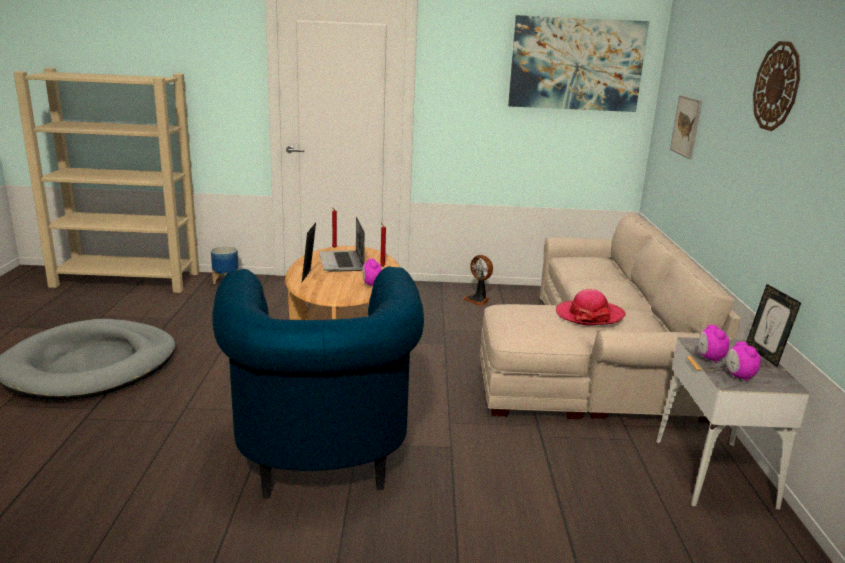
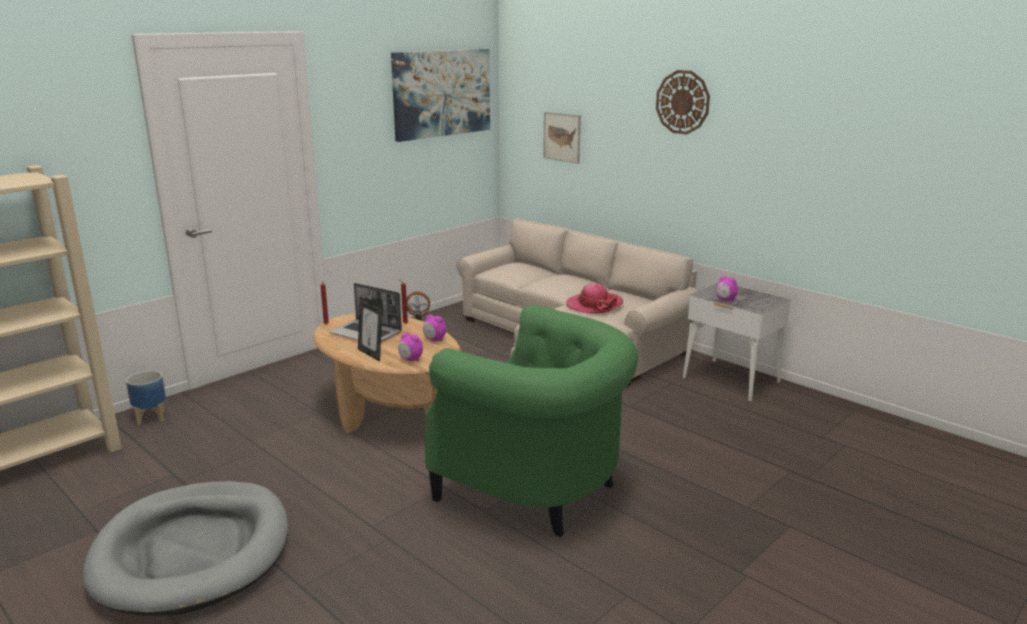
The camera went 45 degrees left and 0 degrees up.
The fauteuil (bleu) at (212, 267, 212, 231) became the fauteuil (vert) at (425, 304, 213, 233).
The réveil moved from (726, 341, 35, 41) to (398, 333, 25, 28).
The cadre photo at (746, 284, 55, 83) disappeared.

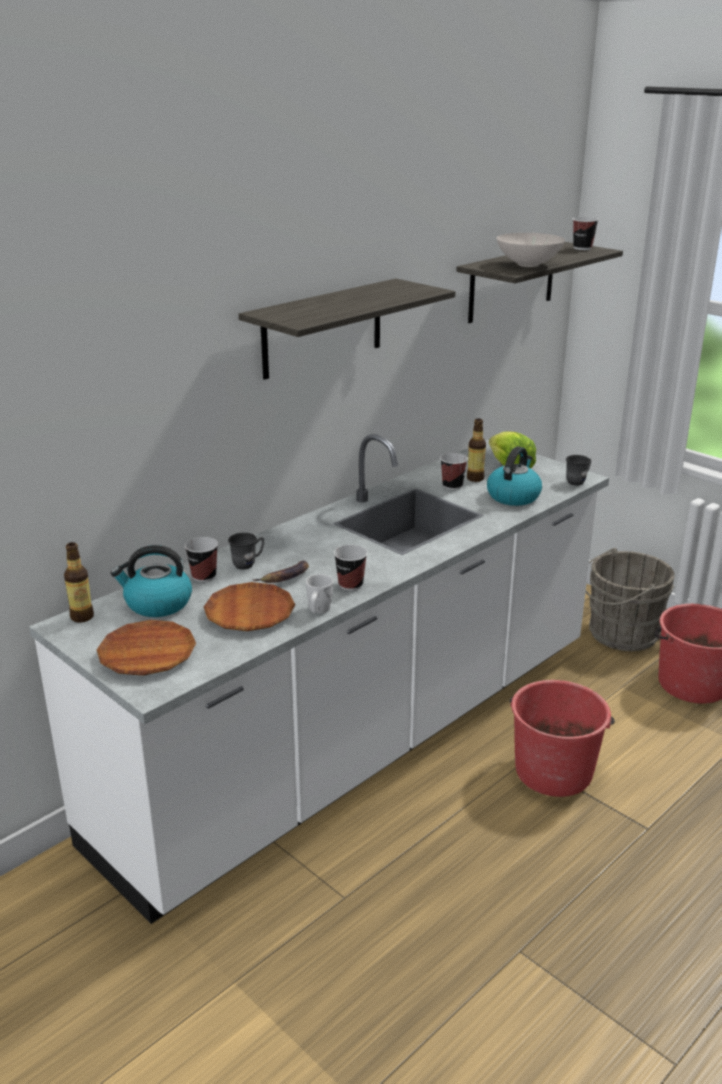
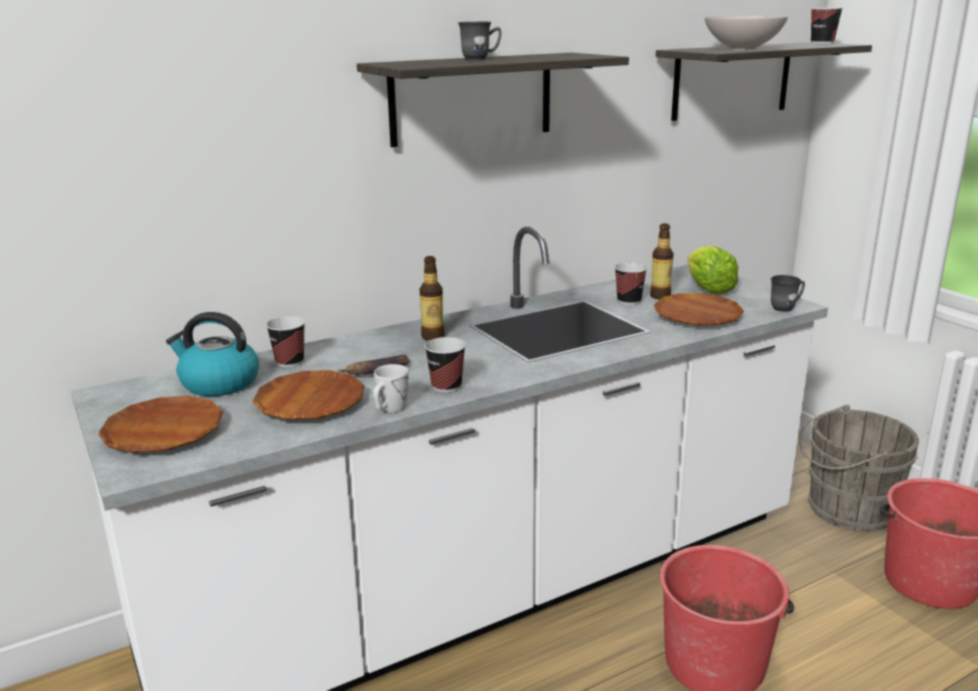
The camera went 15 degrees right and 5 degrees down.
The bouteille moved from (64, 542, 30, 81) to (420, 256, 25, 85).
The mug (gris) moved from (228, 533, 36, 37) to (458, 22, 44, 38).
The bouilloire at (487, 446, 55, 60) was replaced by the assiette (marron) at (654, 293, 90, 33).

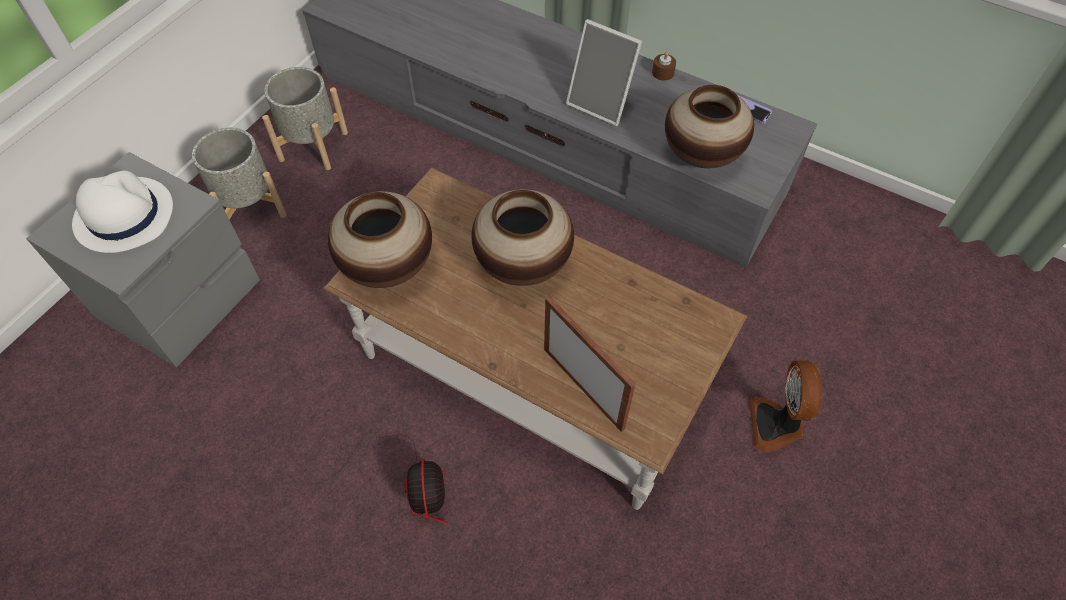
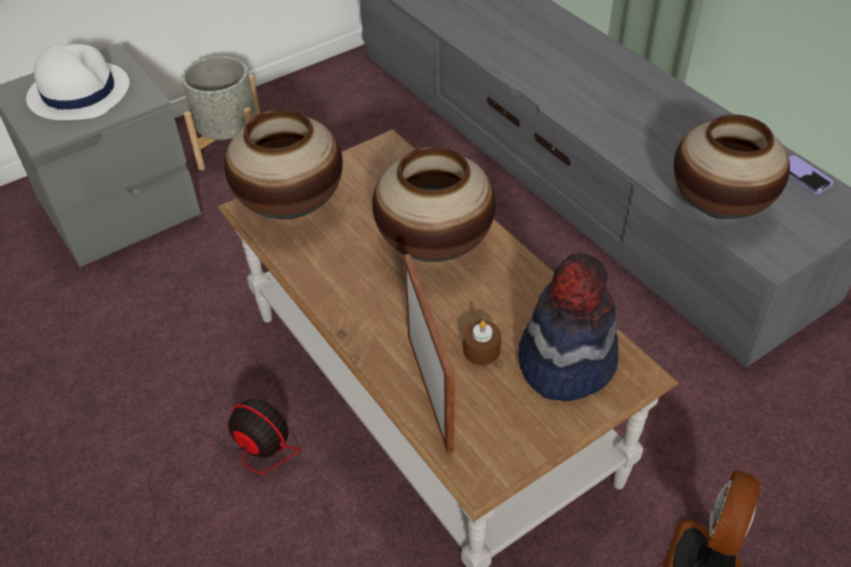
The camera went 25 degrees right and 10 degrees down.
The cache-pot (gris) at (262, 67, 86, 103) disappeared.
The ventilateur at (307, 435, 141, 88) turned 75 degrees counterclockwise.
The cadre photo at (566, 19, 76, 107) disappeared.
The bougie (marron) moved from (652, 51, 24, 30) to (463, 320, 38, 45).
The chapeau at (518, 253, 100, 148) appeared.

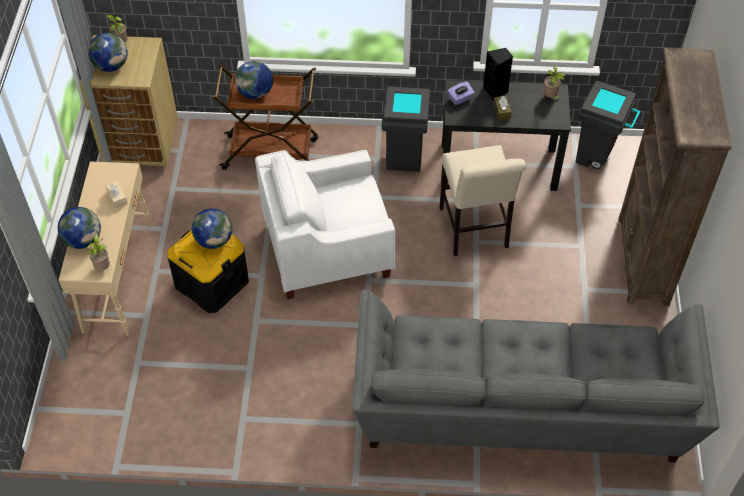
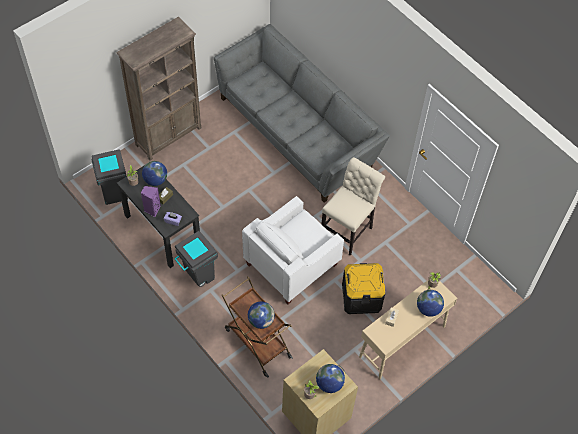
The camera went 135 degrees left and 5 degrees up.
The globe moved from (192, 208, 40, 41) to (142, 161, 25, 25).
The fauteuil (blanc) at (255, 150, 141, 149) turned 105 degrees clockwise.
The tabouret (beige) moved from (439, 145, 87, 111) to (322, 157, 63, 98).
The enceinte (noir) at (483, 48, 30, 53) became the enceinte (violet) at (141, 186, 20, 31).

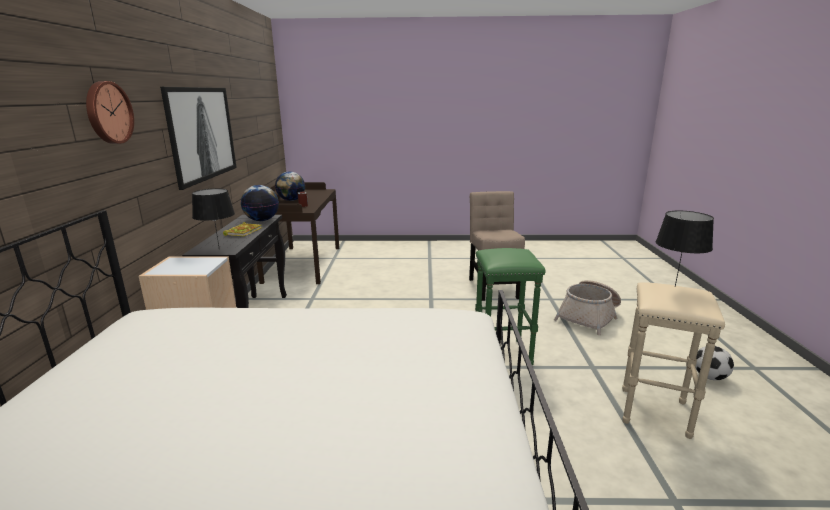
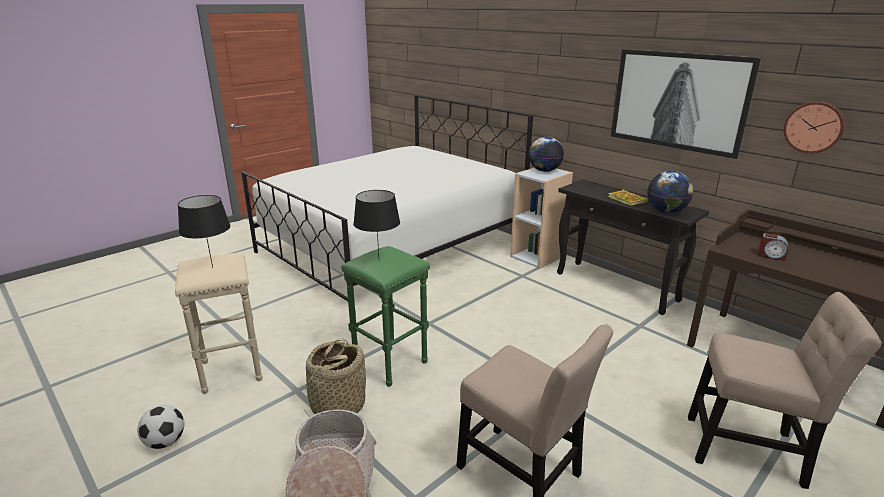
The camera went 135 degrees right and 5 degrees up.
The horloge murale moved from (86, 81, 48, 63) to (784, 101, 61, 53).
The lampe de table (noir) moved from (192, 188, 43, 58) to (353, 190, 47, 67).
The globe moved from (275, 171, 30, 30) to (529, 137, 35, 35).
The panier at (305, 338, 61, 79) appeared.
The chaise (beige) at (688, 292, 194, 197) appeared.

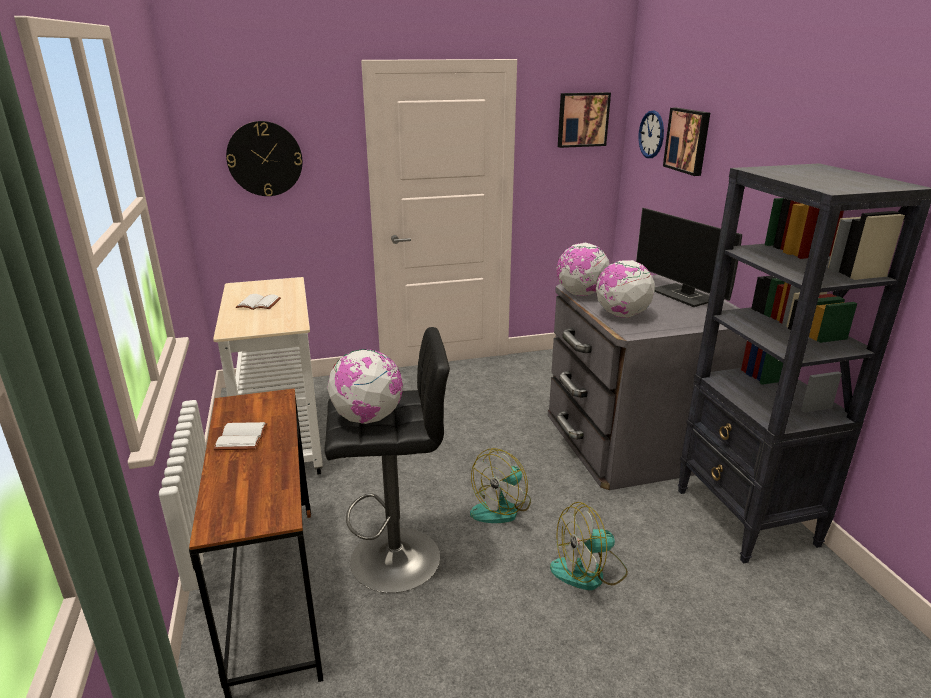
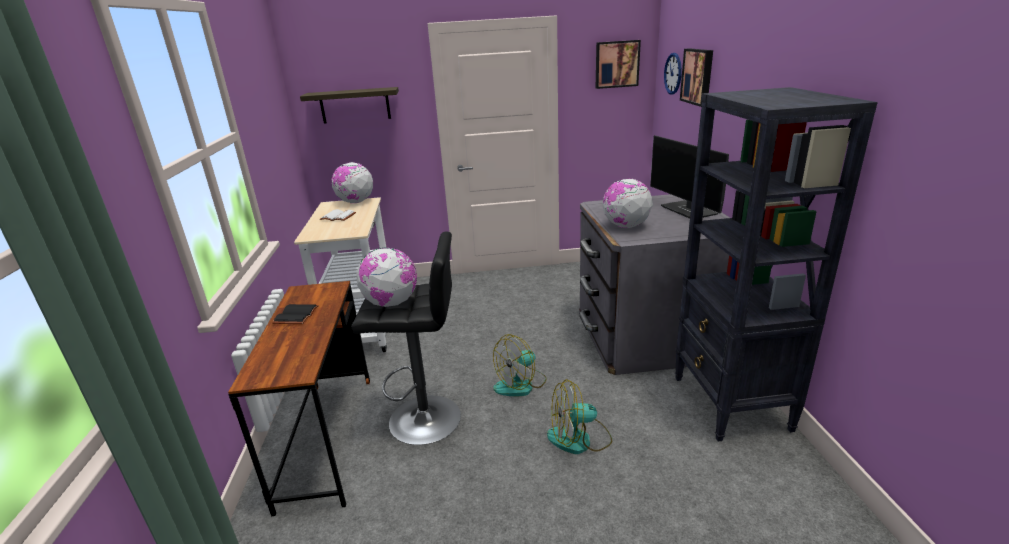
The camera went 10 degrees right and 0 degrees up.
The livre (blanc) at (213, 422, 55, 28) became the livre (noir) at (272, 304, 47, 20).
The horloge murale at (226, 121, 76, 75) was replaced by the étagère at (300, 87, 99, 37).
The globe moved from (556, 243, 54, 53) to (331, 162, 42, 41).

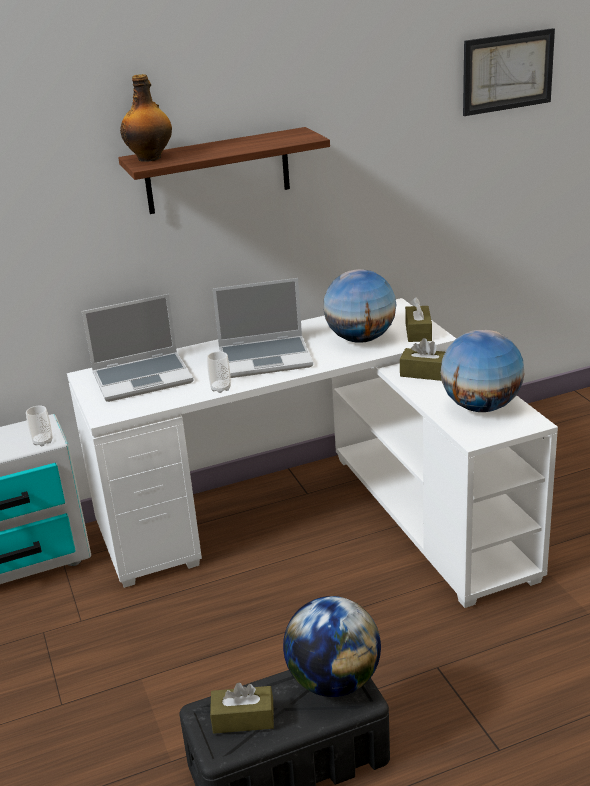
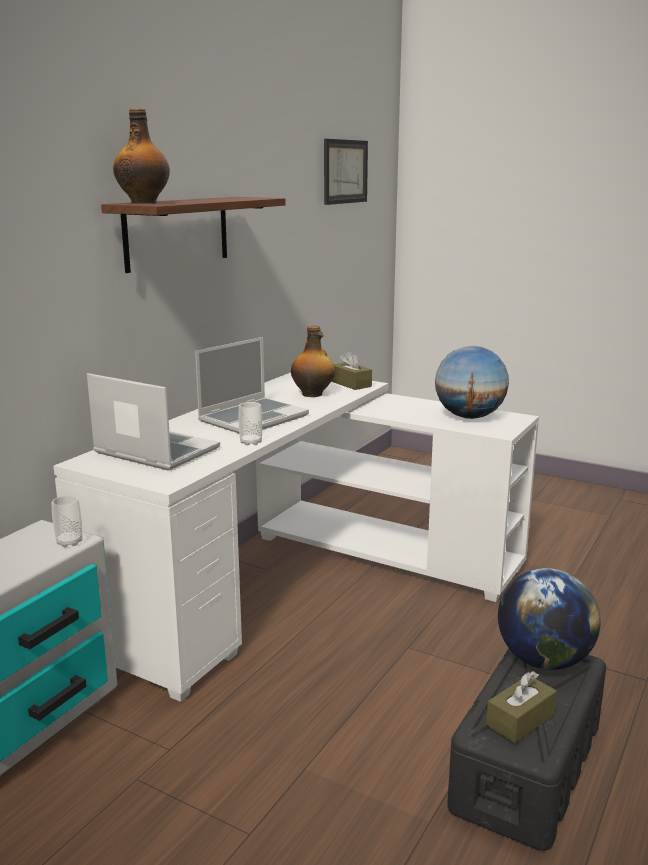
The camera went 40 degrees left and 10 degrees down.
The ordinateur portable at (82, 294, 111, 108) turned 90 degrees counterclockwise.
The globe at (323, 269, 73, 74) was replaced by the bouteille at (291, 325, 44, 72).
The boîte à mouchoirs (marron) at (400, 338, 45, 43) disappeared.

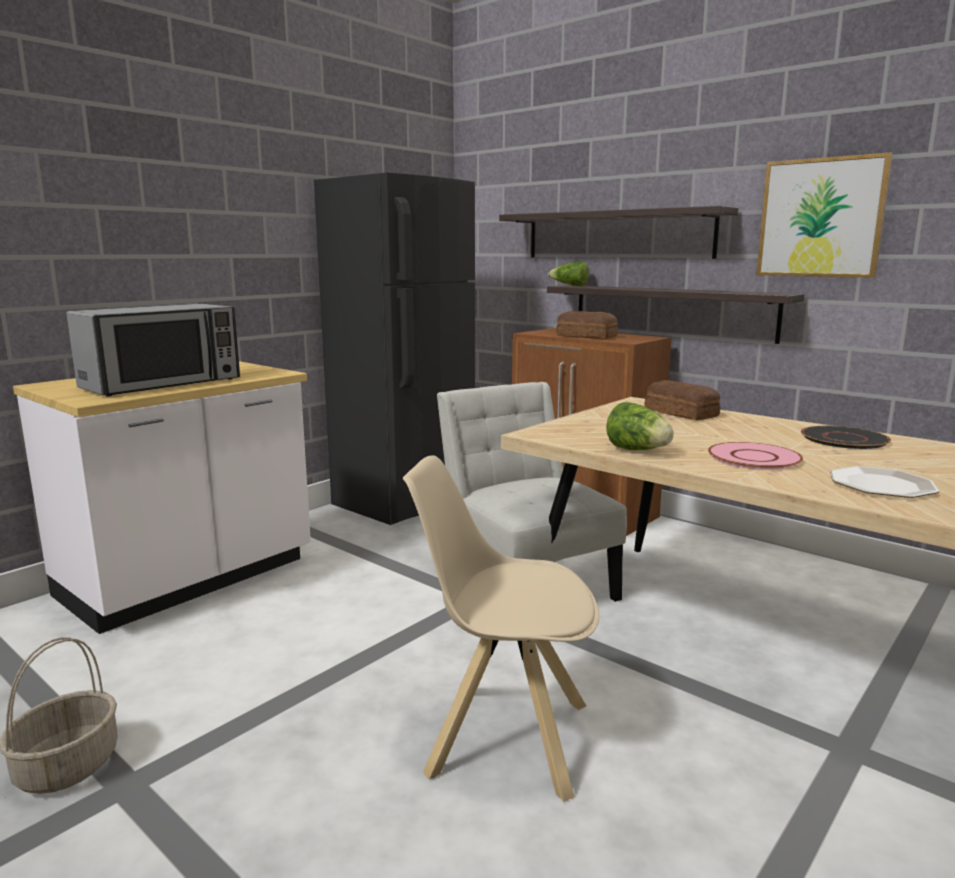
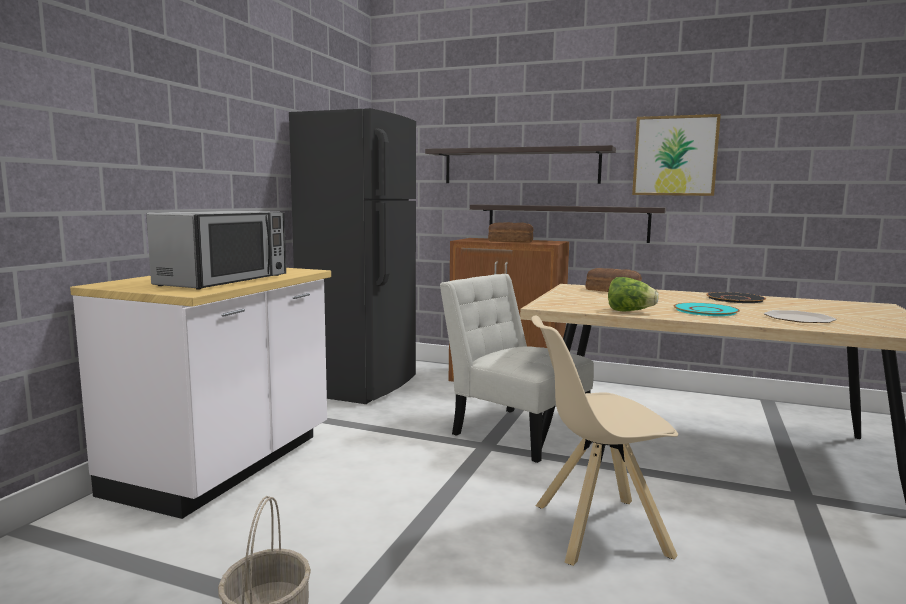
The camera went 20 degrees left and 5 degrees down.
The laitue at (548, 262, 41, 24) disappeared.
The assiette (rose) at (708, 442, 95, 28) became the assiette (turquoise) at (673, 303, 67, 13).

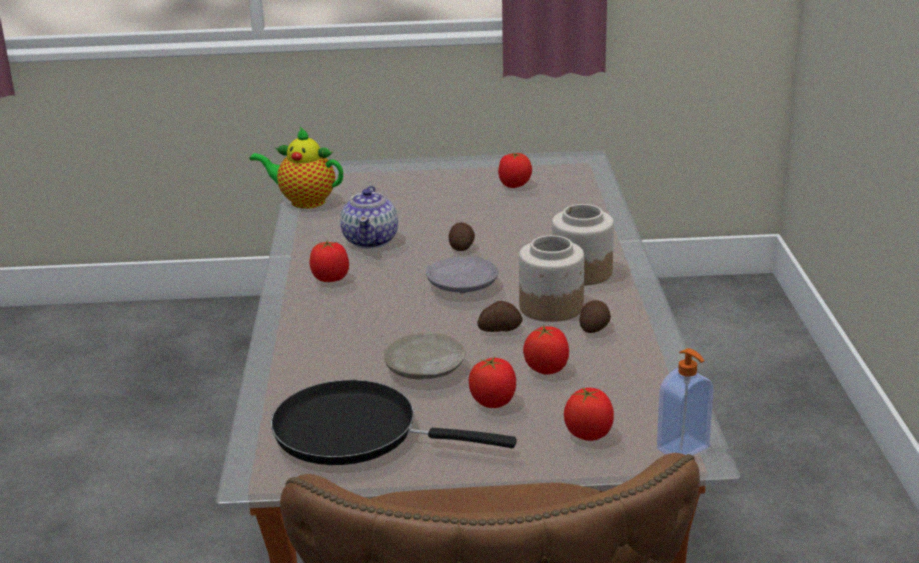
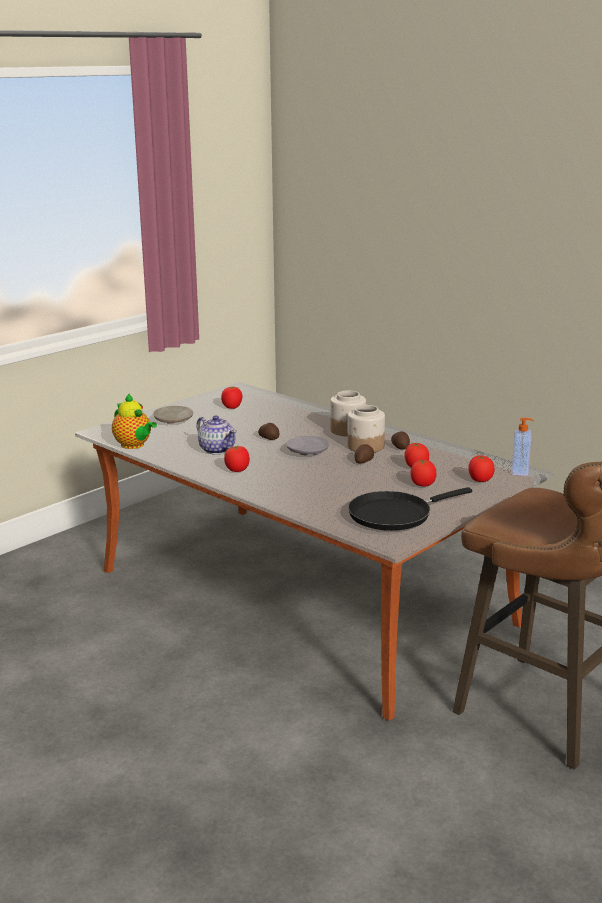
The camera went 45 degrees left and 5 degrees down.
The théière at (249, 127, 94, 82) turned 105 degrees counterclockwise.
The assiette (beige) moved from (384, 333, 82, 46) to (153, 406, 40, 18).

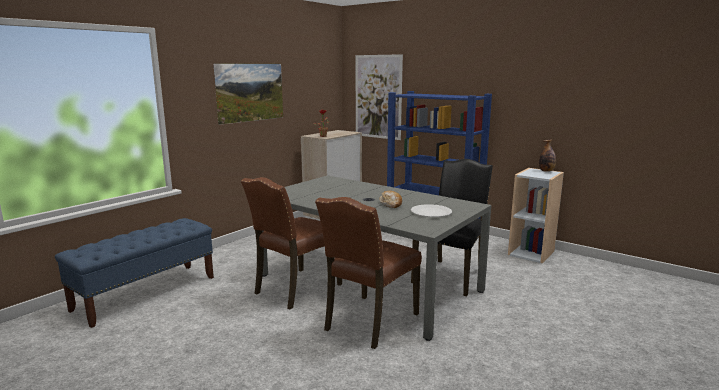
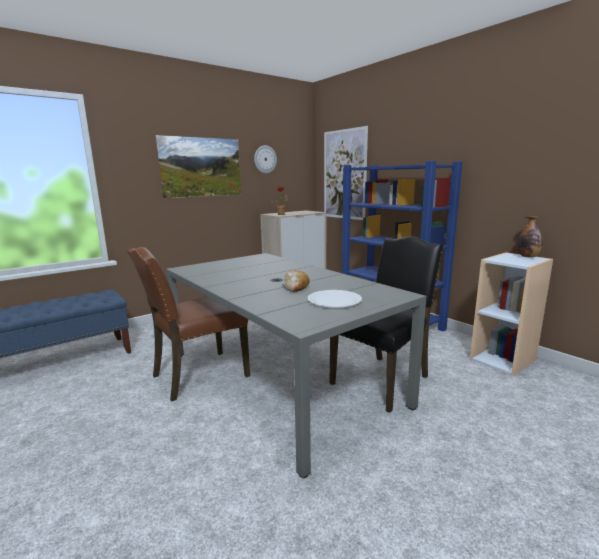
The camera went 15 degrees right and 0 degrees up.
The chaise (marron) at (315, 197, 107, 152) disappeared.
The horloge murale at (254, 145, 23, 29) appeared.

